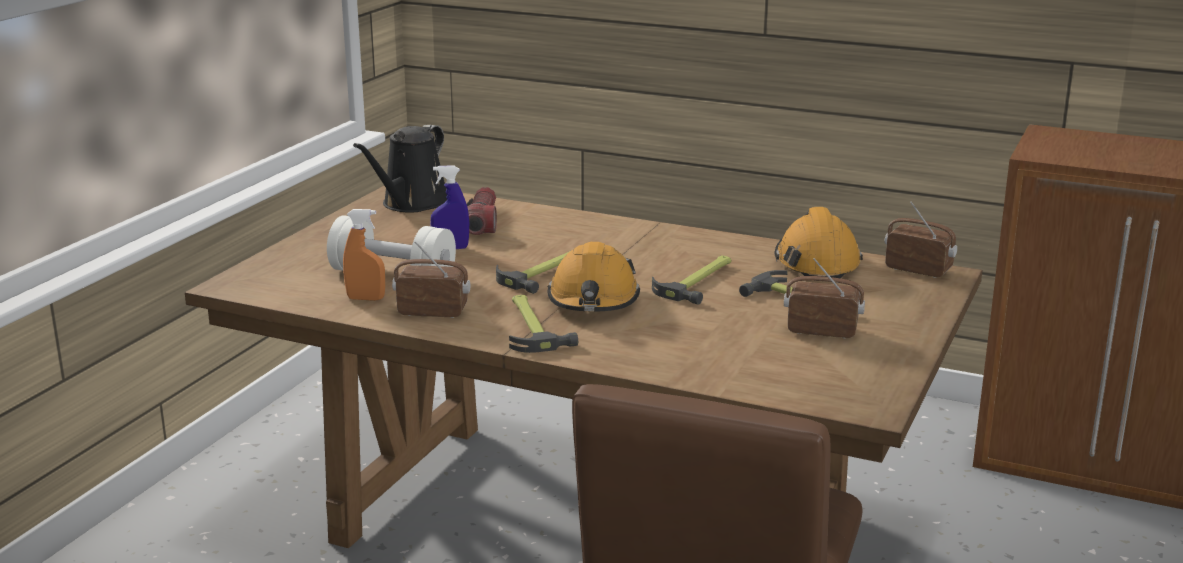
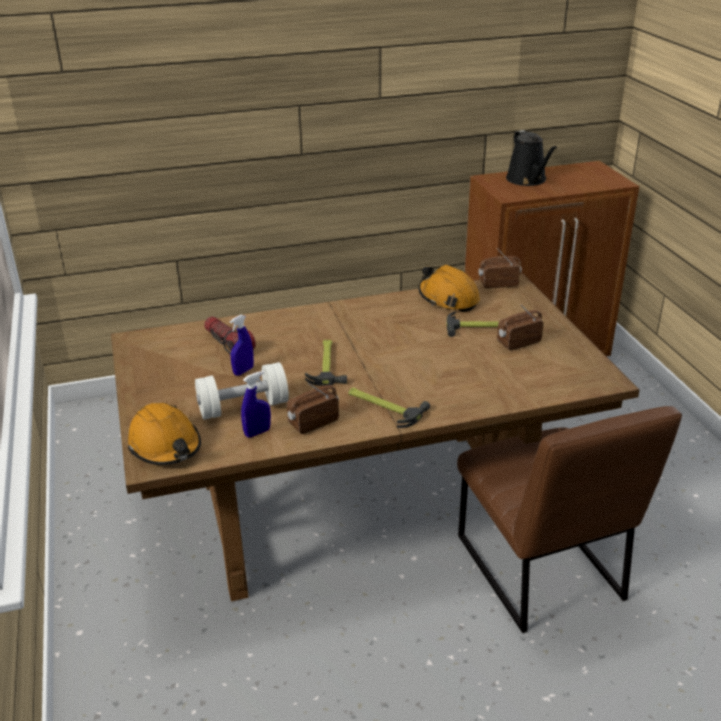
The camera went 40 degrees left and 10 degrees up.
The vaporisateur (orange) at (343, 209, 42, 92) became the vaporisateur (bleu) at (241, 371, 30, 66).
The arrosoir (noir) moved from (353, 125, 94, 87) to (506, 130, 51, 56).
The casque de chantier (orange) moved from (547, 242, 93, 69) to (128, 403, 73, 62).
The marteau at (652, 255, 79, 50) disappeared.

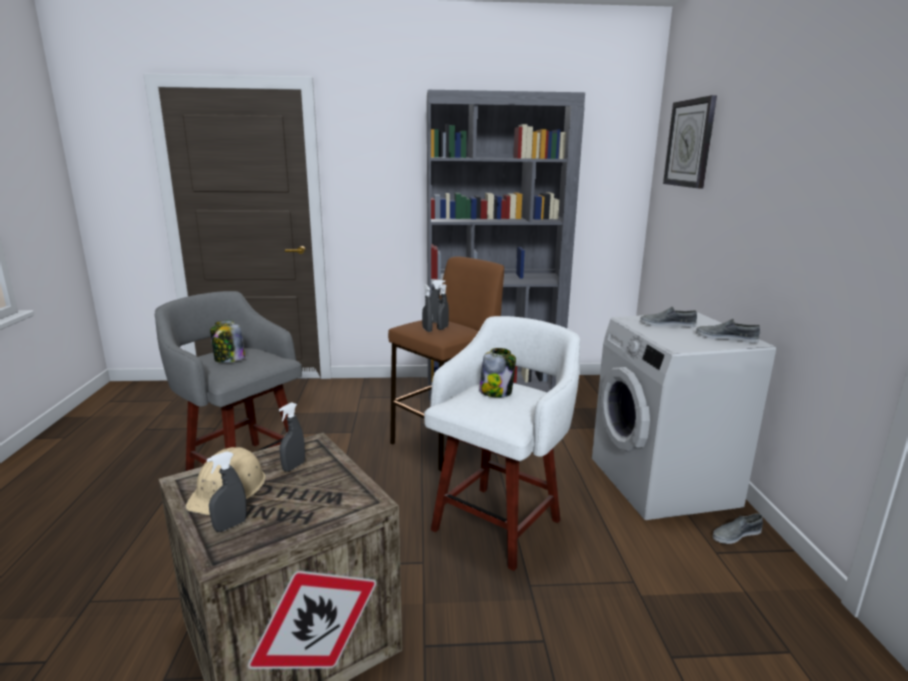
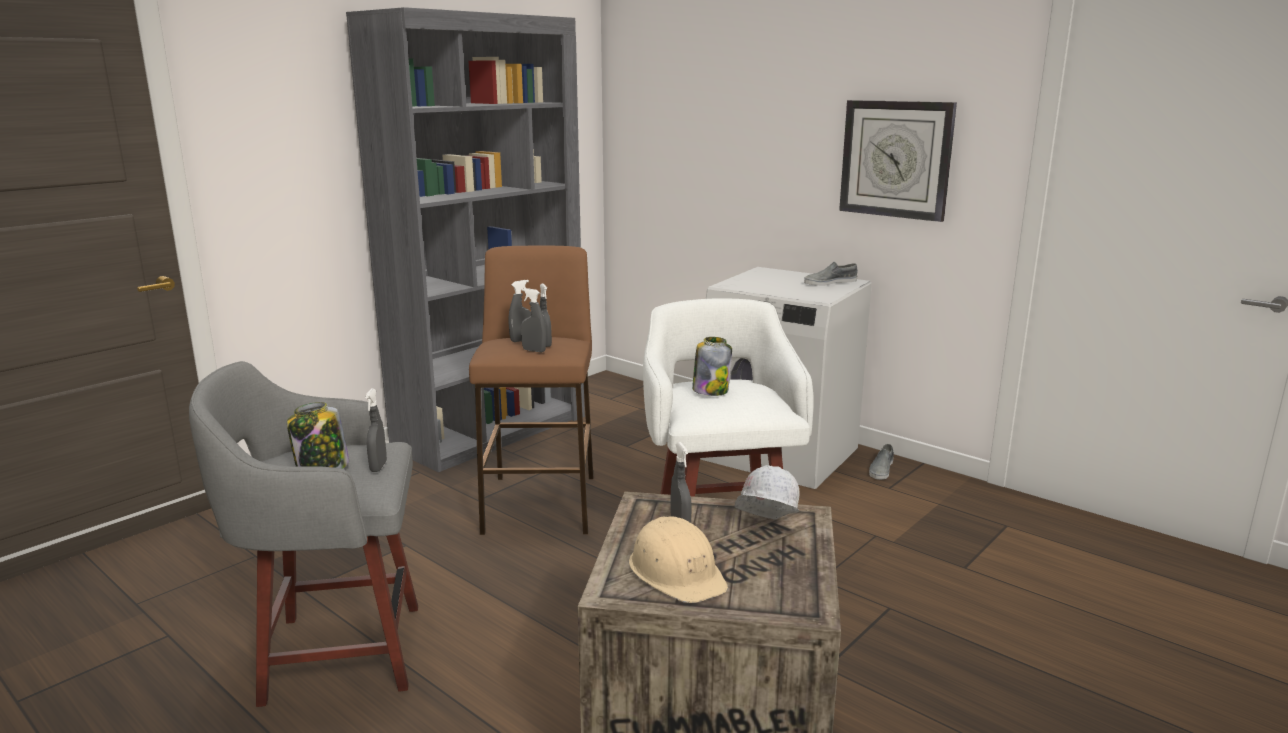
The camera went 45 degrees left and 0 degrees up.
The vaporisateur (gris) moved from (207, 451, 40, 81) to (365, 388, 22, 84).
The chaussure (gris) at (640, 306, 57, 22) disappeared.
The horloge murale moved from (663, 95, 54, 94) to (839, 100, 118, 122).
The casque de chantier (blanc) at (735, 465, 65, 55) appeared.

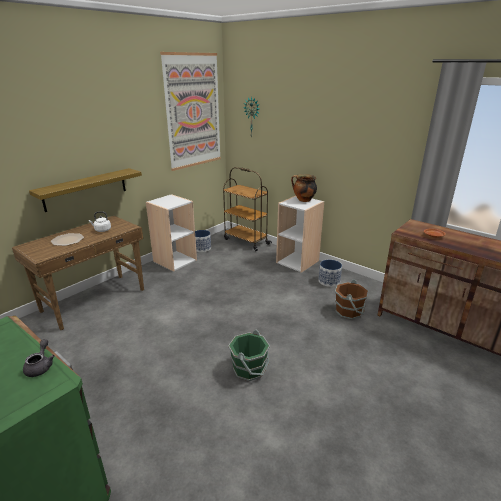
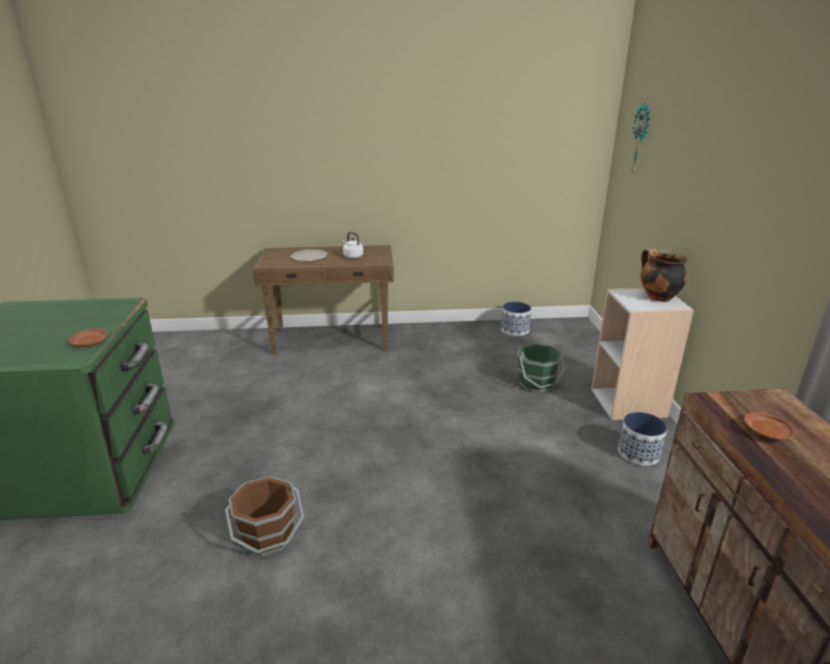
The camera went 45 degrees right and 0 degrees up.
The théière (gris) at (23, 339, 32, 38) was replaced by the assiette (marron) at (69, 329, 39, 18).
The étagère at (29, 168, 113, 44) disappeared.
The bibliothèque at (146, 194, 51, 78) disappeared.
The tableau at (160, 52, 61, 119) disappeared.
The chariot (marron) at (223, 167, 49, 84) disappeared.
The seau (vert) moved from (228, 330, 42, 51) to (517, 343, 49, 50).
The seau (marron) moved from (335, 279, 33, 40) to (225, 476, 79, 81).

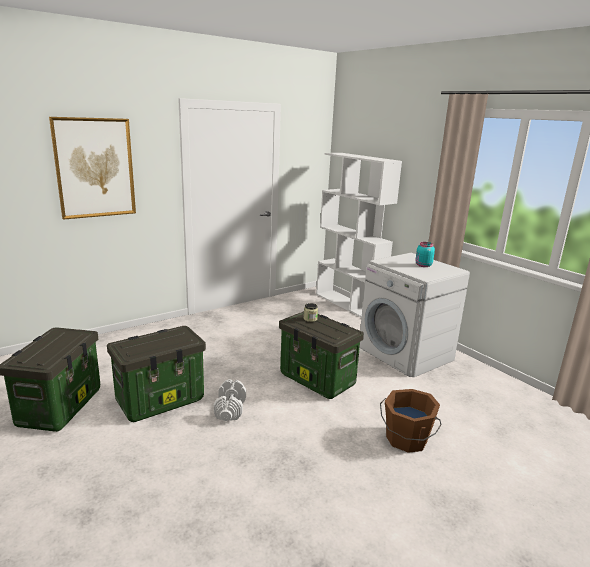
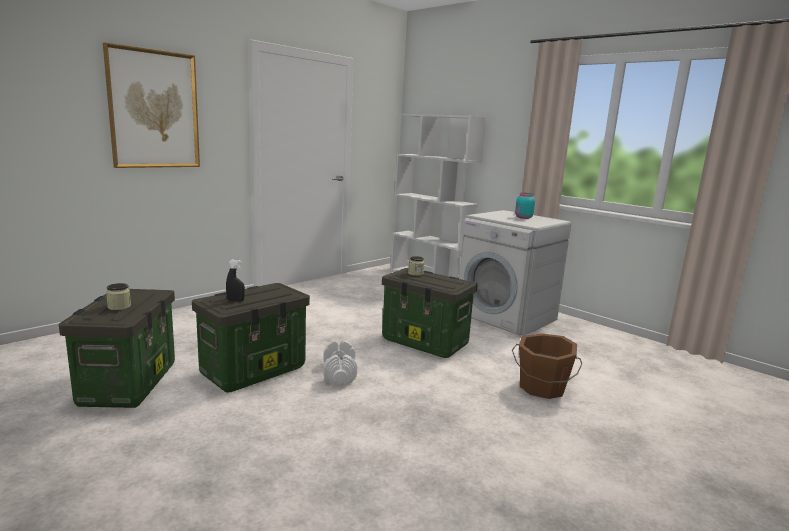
The camera went 10 degrees left and 5 degrees down.
The bocal at (106, 283, 25, 27) appeared.
The vaporisateur (noir) at (226, 260, 19, 42) appeared.

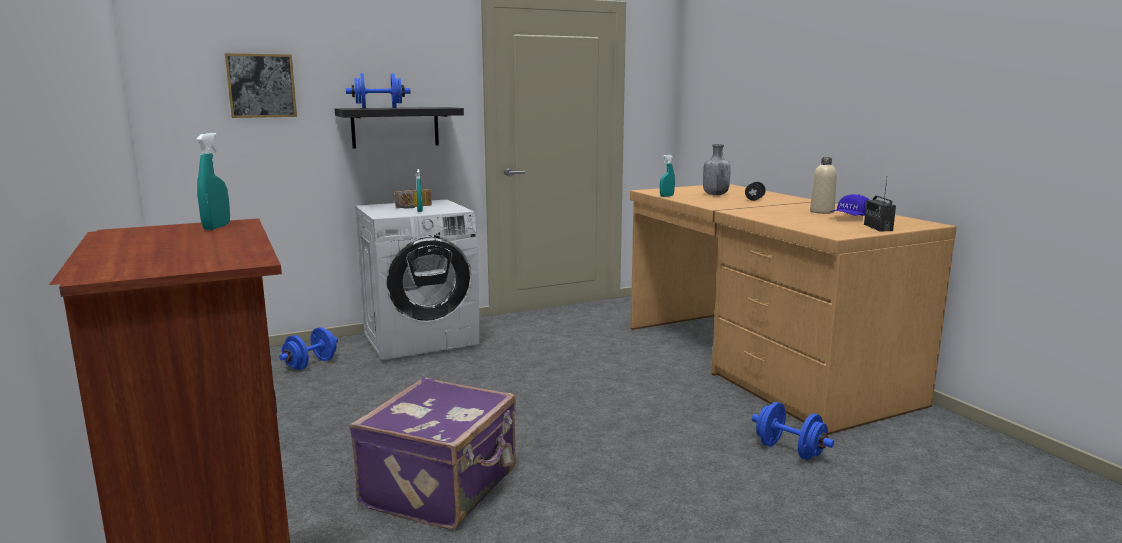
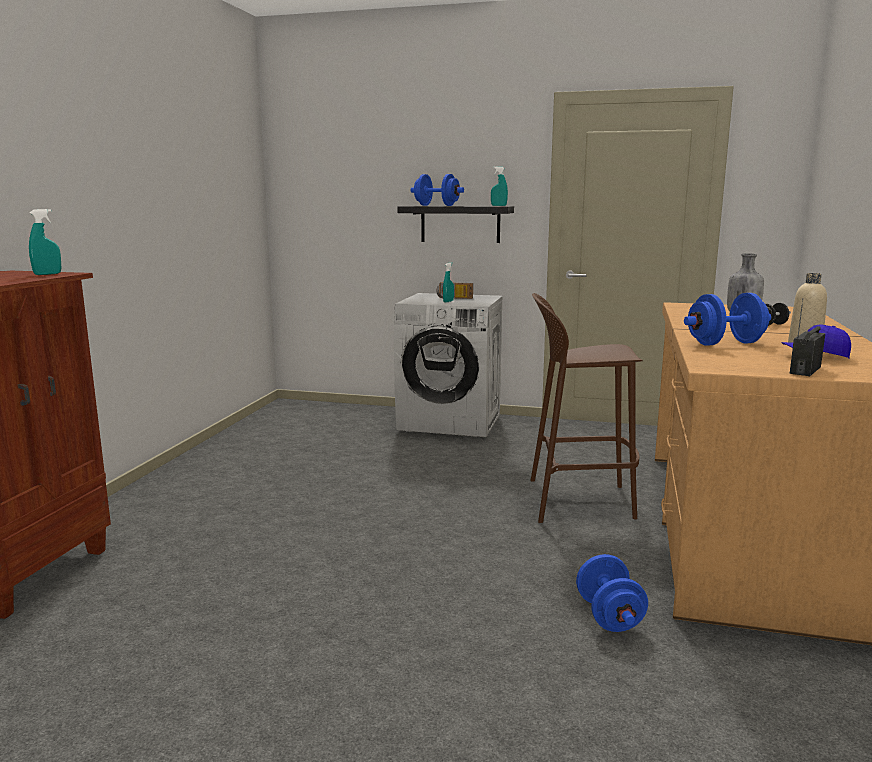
The camera went 40 degrees right and 0 degrees up.
The tableau at (225, 53, 72, 65) disappeared.
The haltère (bleu) moved from (279, 327, 59, 43) to (684, 293, 87, 53).
The valise (violet) at (350, 377, 166, 153) disappeared.
The vaporisateur (turquoise) moved from (660, 155, 15, 42) to (491, 166, 17, 40).
The tabouret (marron) at (530, 293, 113, 230) appeared.

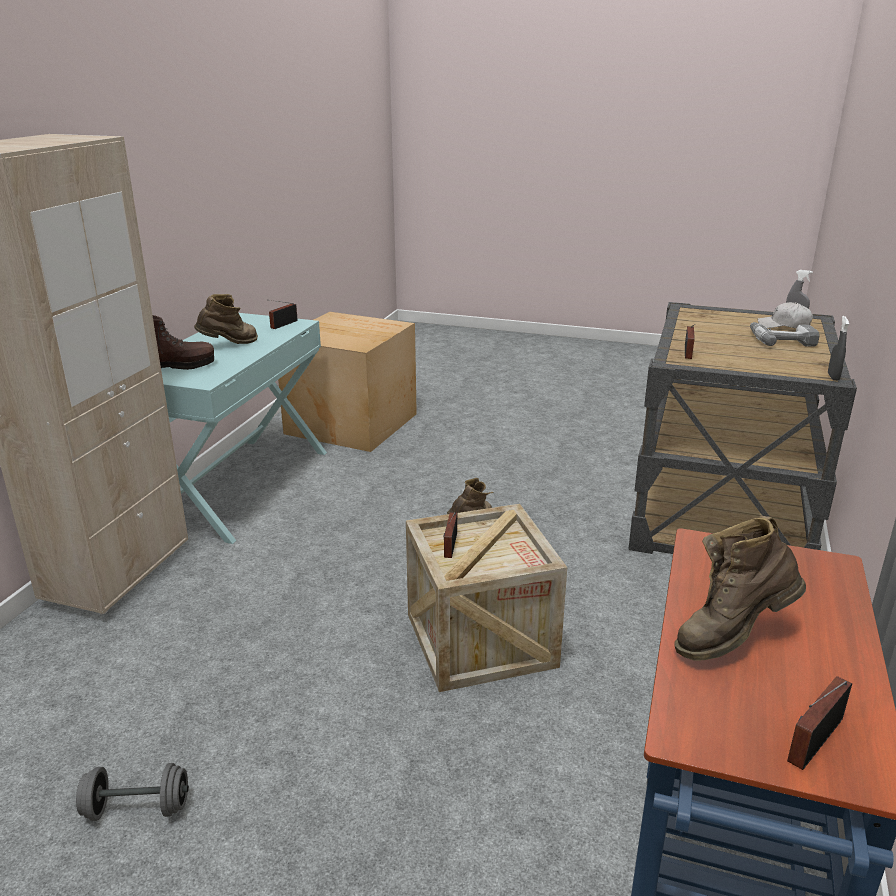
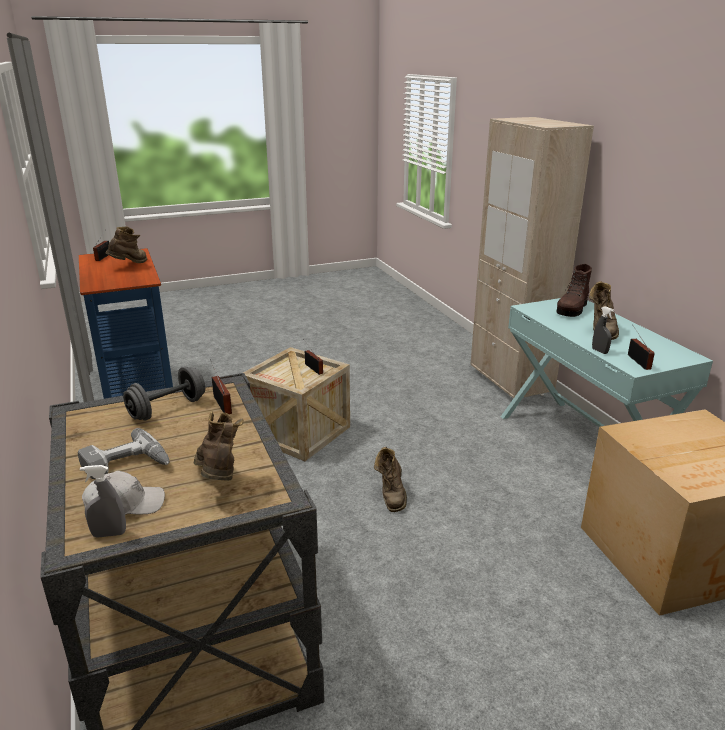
The camera went 140 degrees right and 0 degrees up.
The haltère (gris) moved from (76, 763, 113, 58) to (123, 366, 82, 54).
The vaporisateur (gris) moved from (828, 316, 21, 65) to (592, 306, 22, 48).
The botte (marron) at (194, 411, 50, 69) appeared.

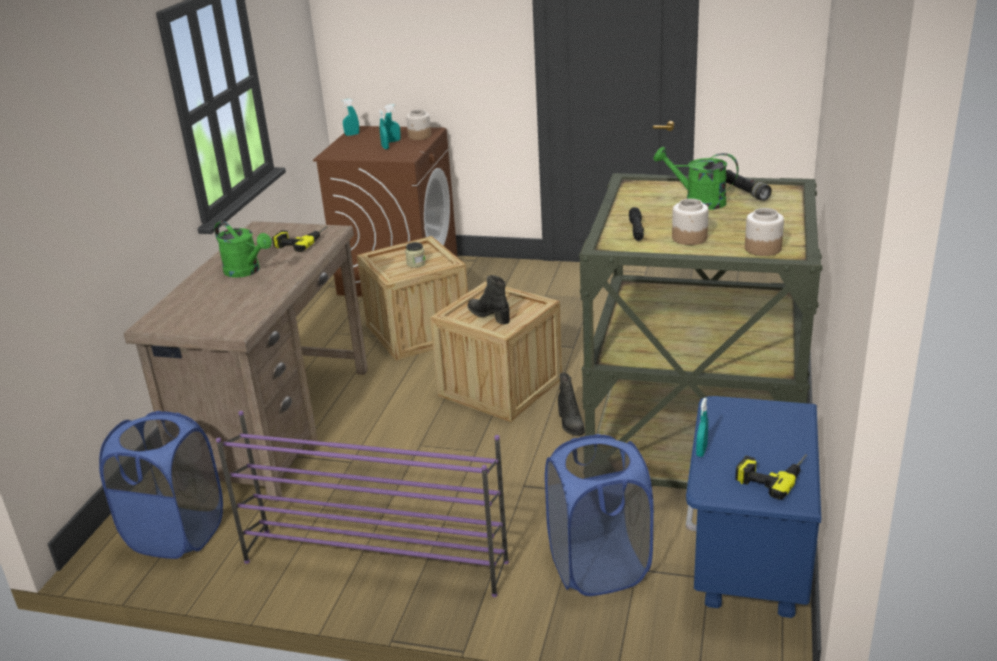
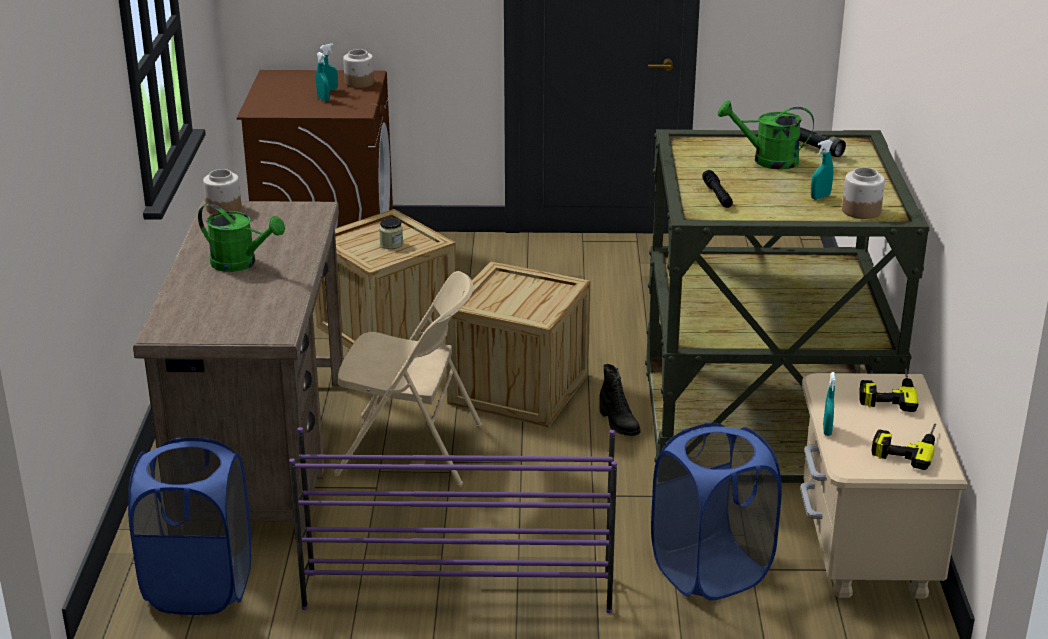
The camera went 15 degrees left and 0 degrees up.
The perceuse moved from (272, 226, 56, 26) to (859, 368, 59, 44).
The vaporisateur (turquoise) moved from (342, 99, 17, 37) to (811, 140, 22, 60).
The botte (noir) at (468, 275, 42, 50) disappeared.
The bocal moved from (672, 199, 37, 46) to (203, 169, 38, 46).
The table de chevet (bleu) at (686, 396, 135, 222) became the table de chevet (beige) at (800, 373, 168, 225).
The chaise (beige) at (334, 271, 148, 216) appeared.

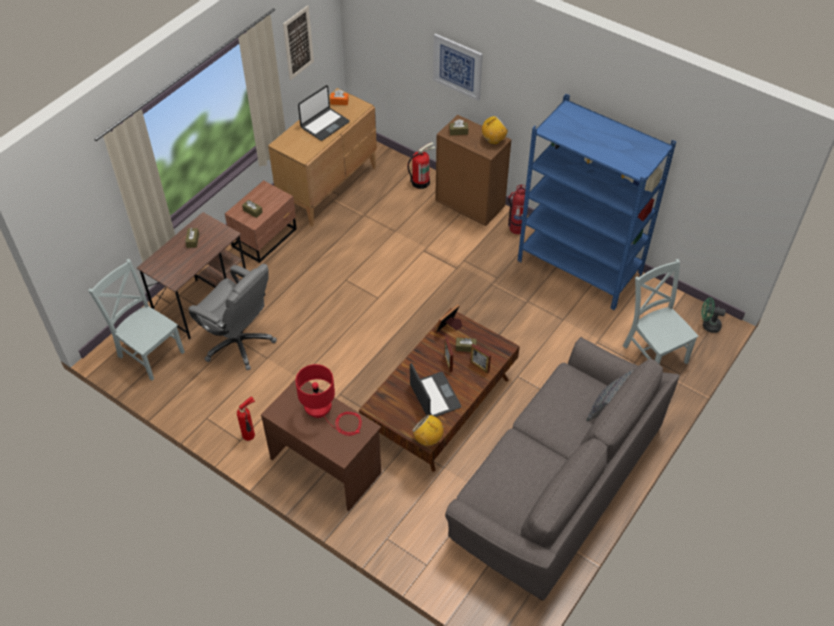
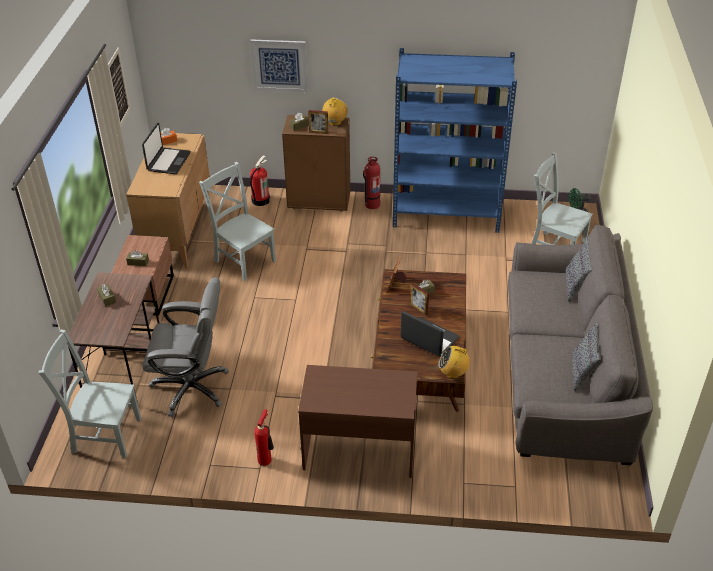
The camera went 30 degrees left and 10 degrees down.
The lampe de table (rouge) at (296, 364, 66, 72) disappeared.
The cadre photo moved from (470, 344, 21, 30) to (308, 110, 20, 24).
The chaise (gris) at (199, 162, 77, 119) appeared.
The coussin (gris) at (572, 322, 29, 70) appeared.

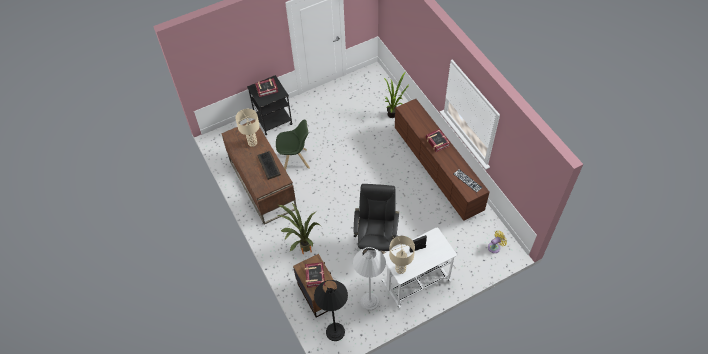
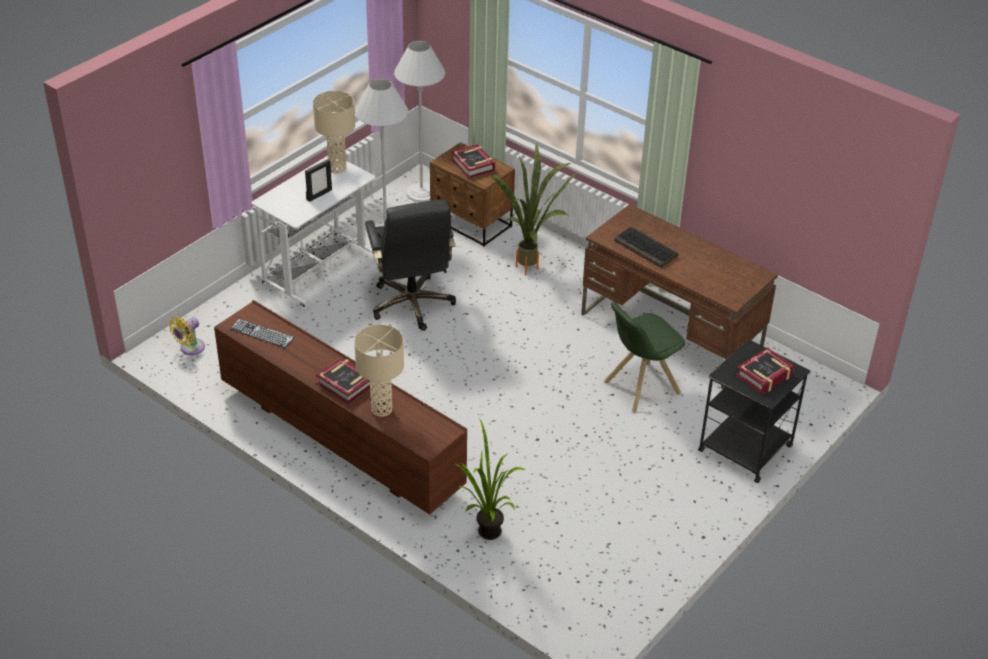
The camera went 155 degrees right and 15 degrees down.
The lampe de table (beige) moved from (235, 109, 25, 38) to (354, 324, 50, 93).
The lampadaire (noir) at (314, 280, 34, 61) became the lampadaire (blanc) at (394, 41, 51, 161).

